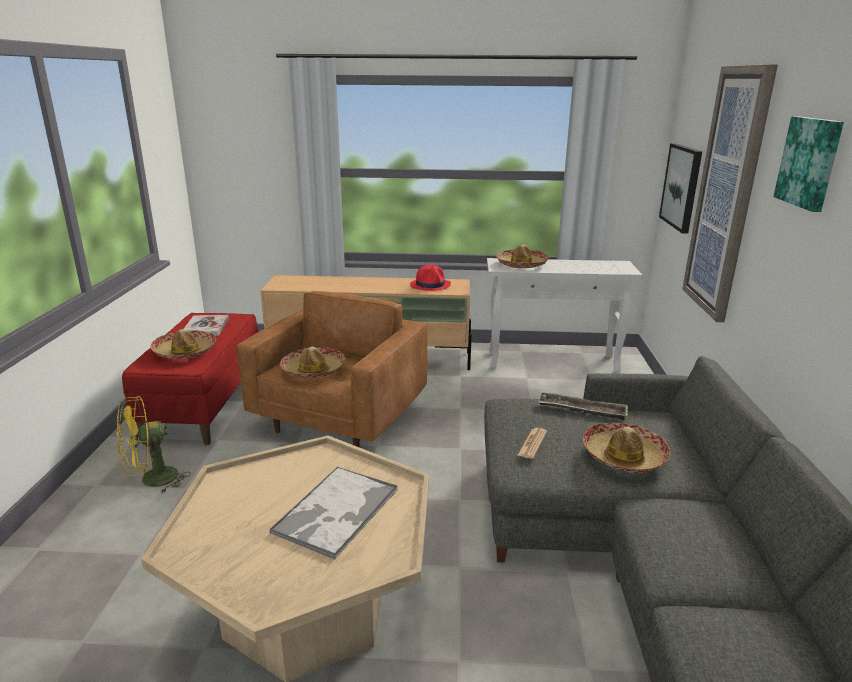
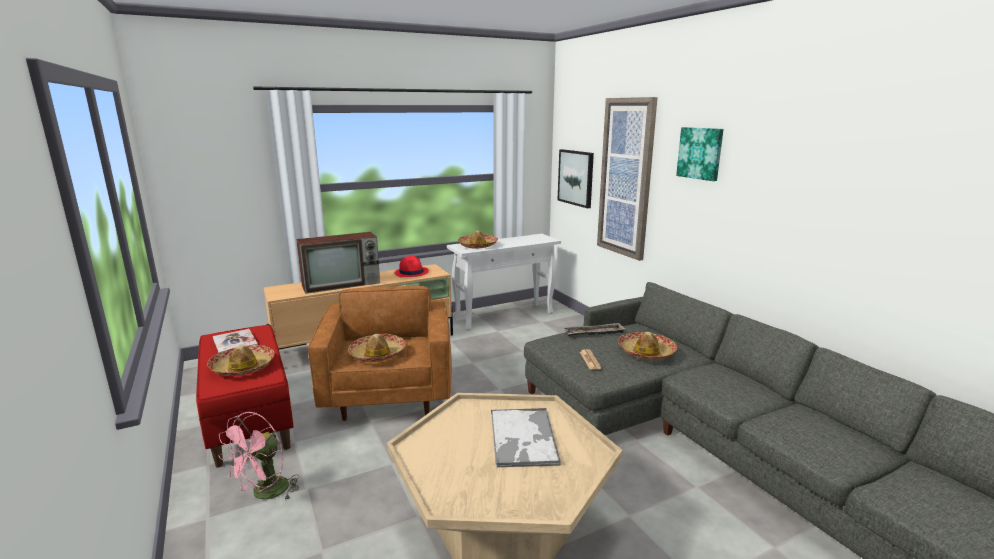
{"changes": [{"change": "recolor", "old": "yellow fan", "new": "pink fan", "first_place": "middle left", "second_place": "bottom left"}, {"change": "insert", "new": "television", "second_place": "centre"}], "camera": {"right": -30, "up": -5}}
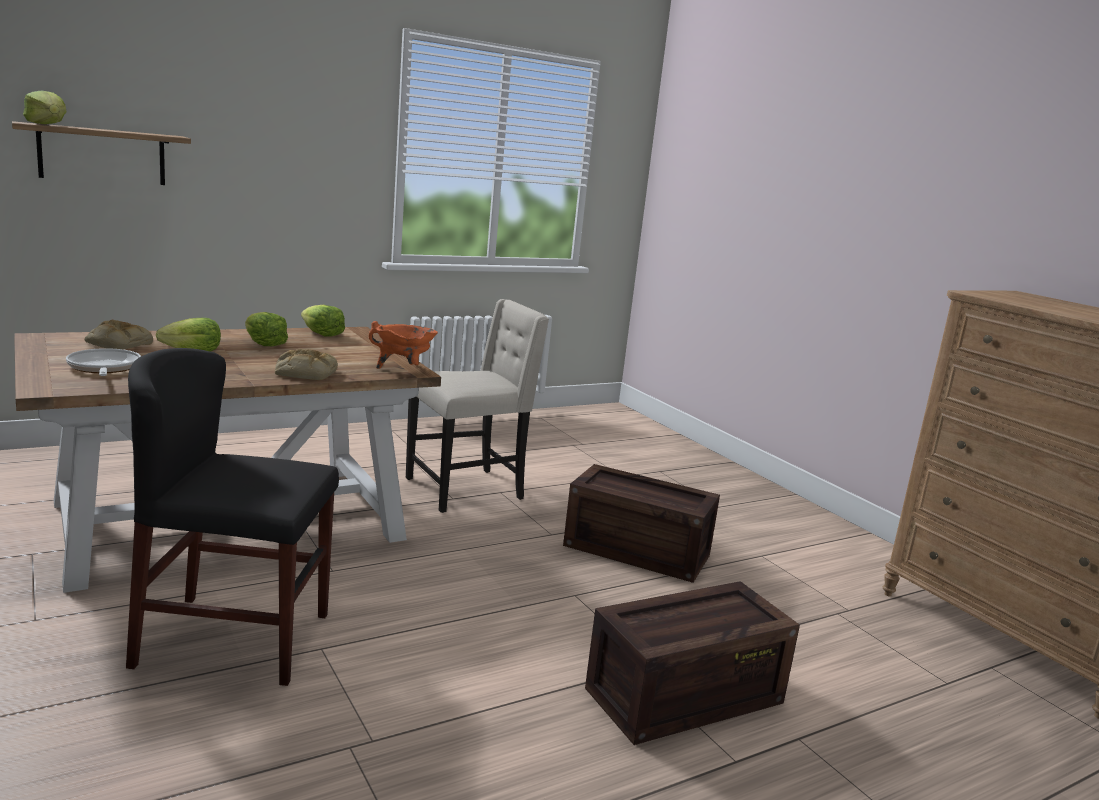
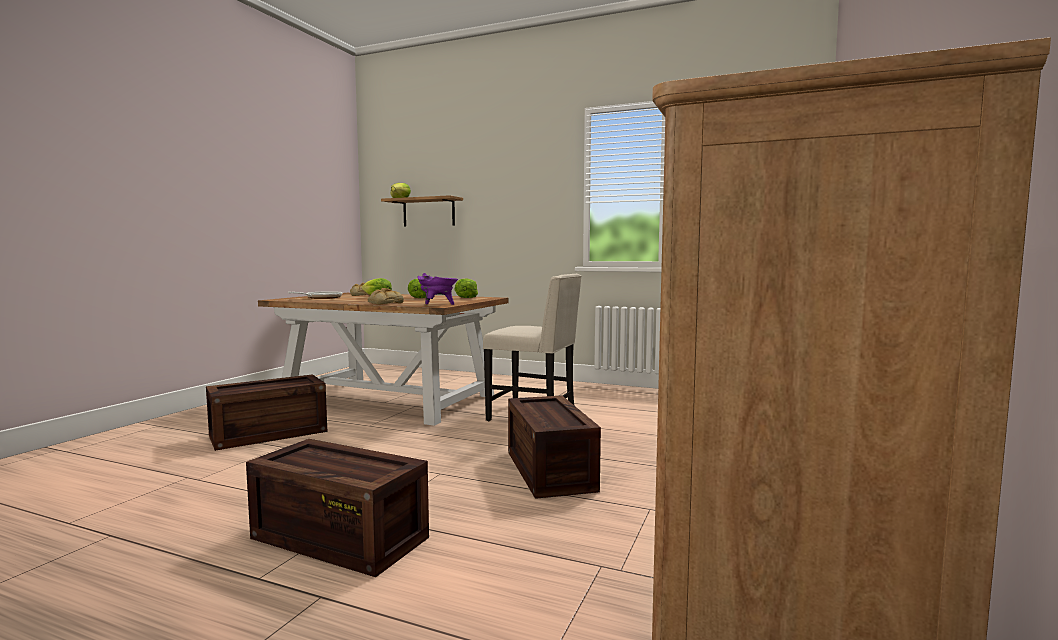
{"changes": [{"change": "replace", "old": "black chair", "new": "crate (1st from left)", "first_place": "middle left", "second_place": "middle left"}, {"change": "recolor", "old": "orange cooking pot", "new": "purple cooking pot", "first_place": "centre", "second_place": "centre"}], "camera": {"right": 55, "up": -10}}
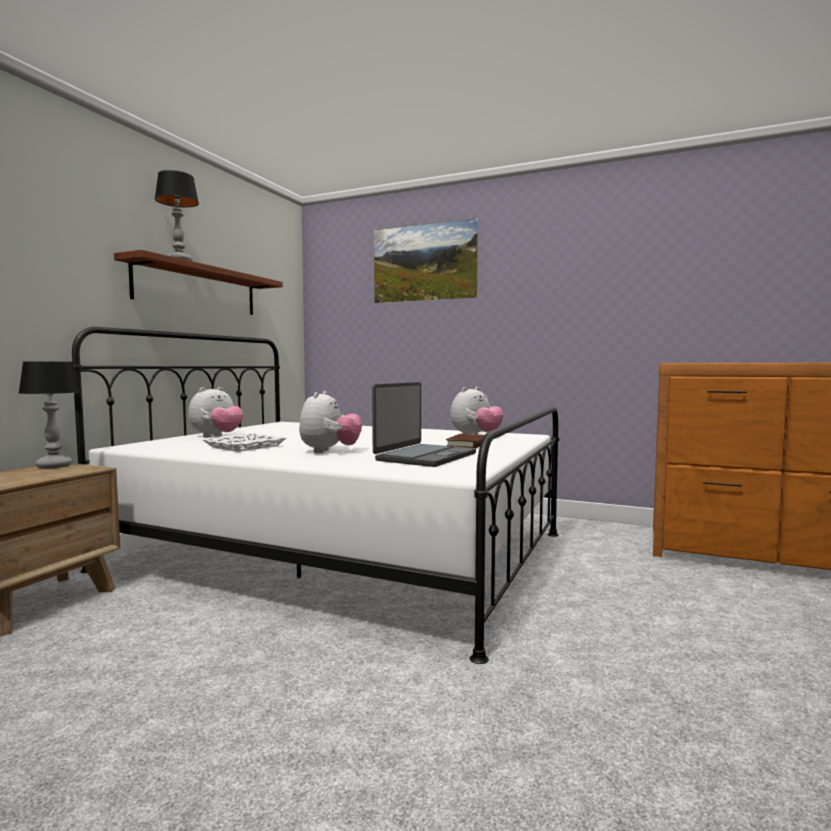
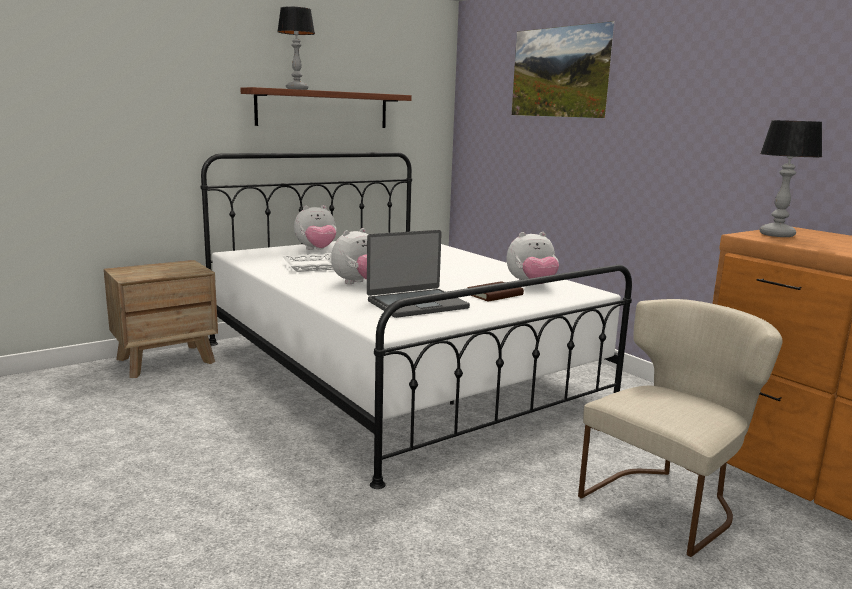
{"changes": [{"change": "insert", "new": "beige chair", "second_place": "bottom right"}, {"change": "move", "old": "table lamp (1st from left in the first image)", "new": "table lamp (2nd from left)", "first_place": "middle left", "second_place": "top right"}], "camera": {"right": 30, "up": 10}}
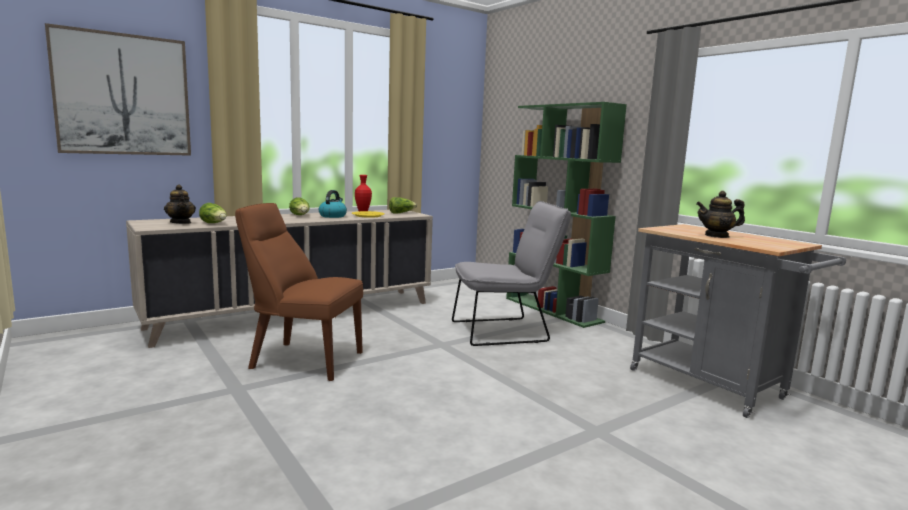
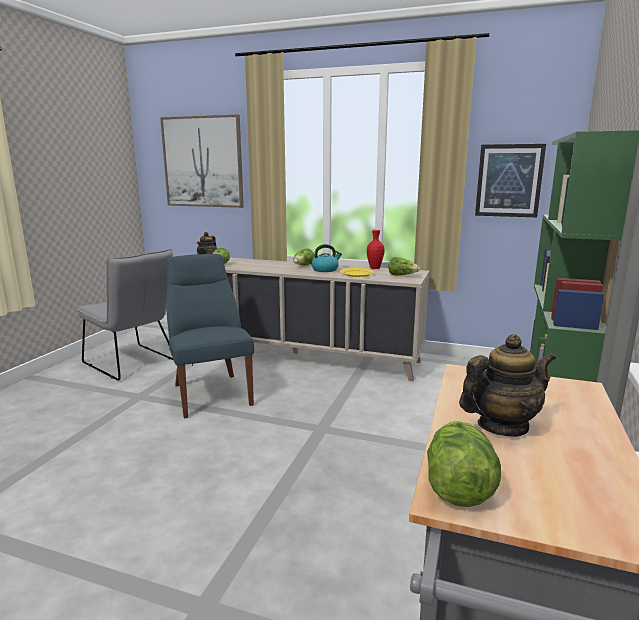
{"changes": [{"change": "move", "old": "grey chair", "first_place": "centre", "second_place": "middle left"}, {"change": "recolor", "old": "brown chair", "new": "blue chair", "first_place": "middle left", "second_place": "middle left"}, {"change": "insert", "new": "lettuce (4th from left)", "second_place": "bottom right"}, {"change": "rotate", "old": "teapot (2nd from left)", "first_place": "middle right", "second_place": "middle right", "degrees": 105}, {"change": "insert", "new": "picture (2nd from left)", "second_place": "top right"}], "camera": {"right": 55, "up": 5}}
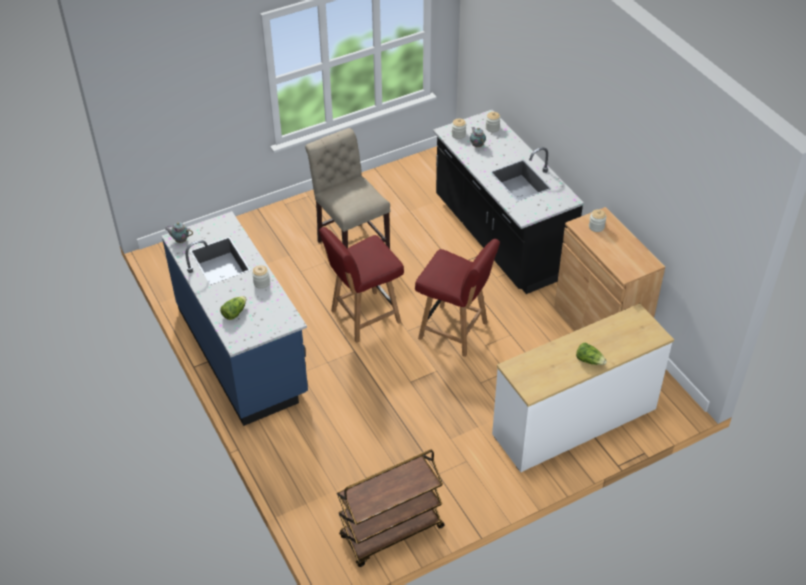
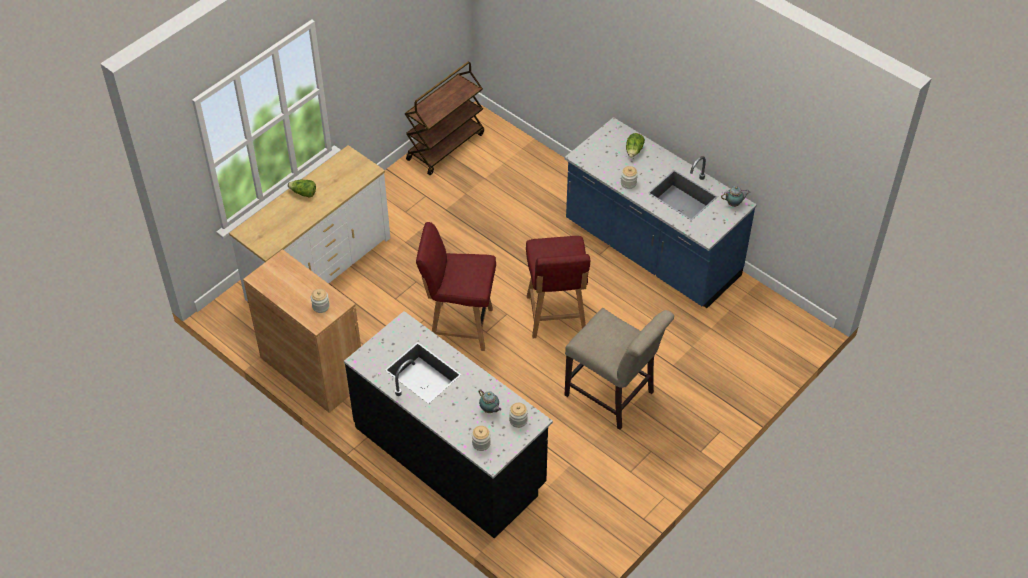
{"changes": [{"change": "rotate", "old": "red chair (1st from left in the first image)", "first_place": "centre", "second_place": "centre", "degrees": 135}], "camera": {"right": 160, "up": 5}}
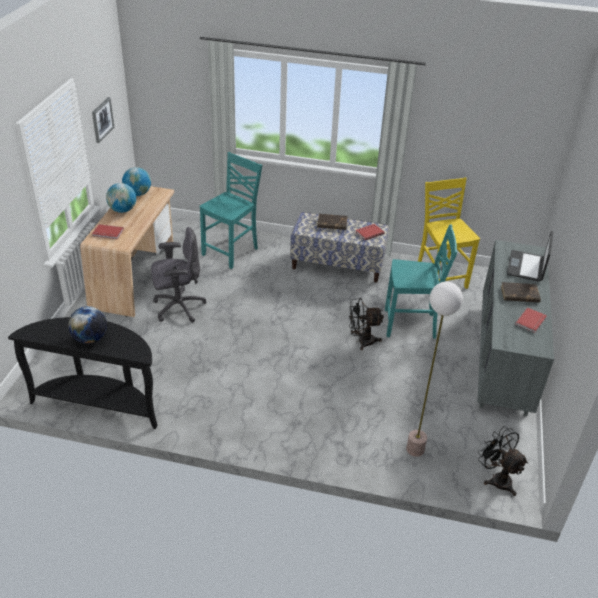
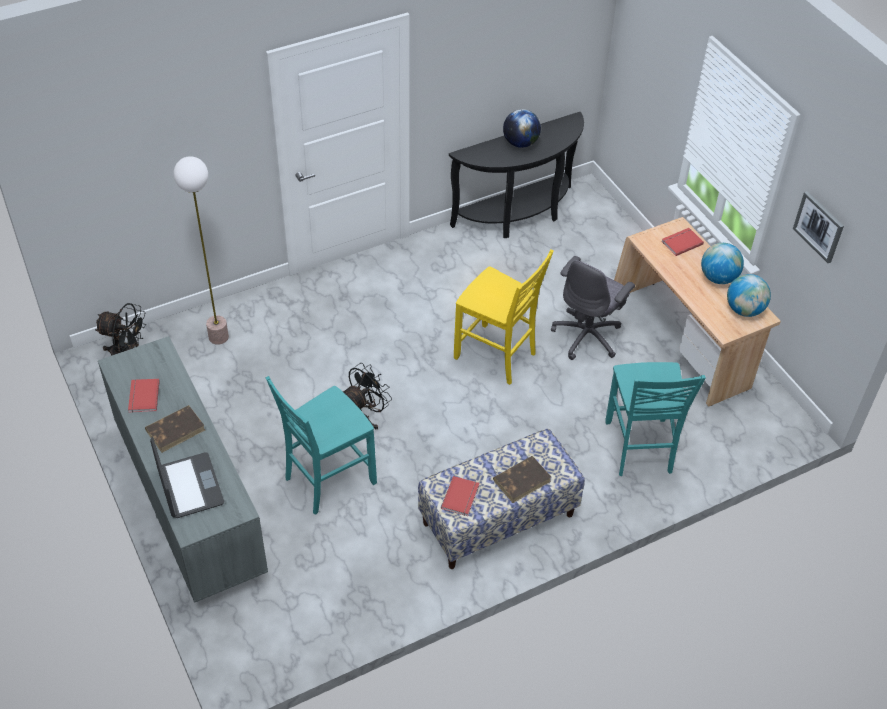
{"changes": [{"change": "move", "old": "yellow chair", "first_place": "middle right", "second_place": "centre"}], "camera": {"right": 140, "up": 10}}
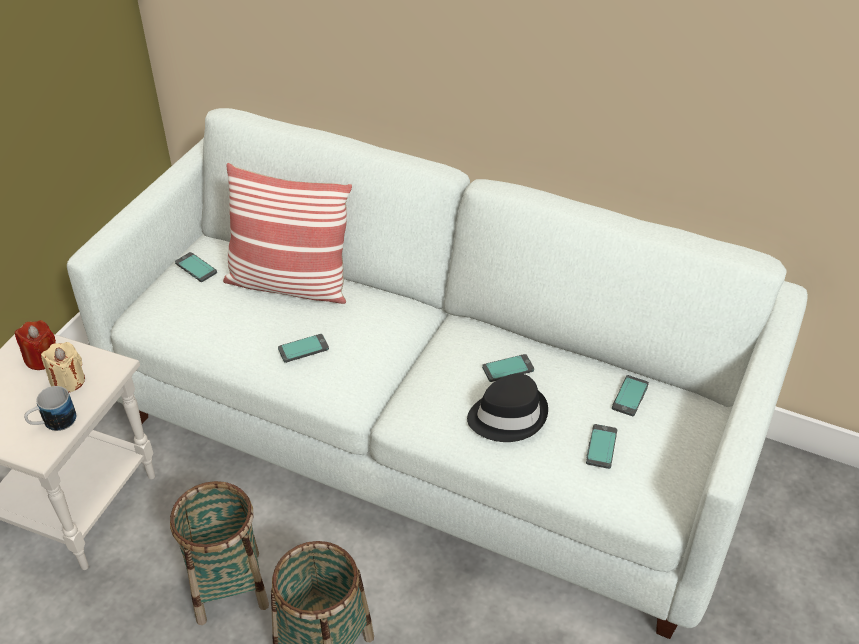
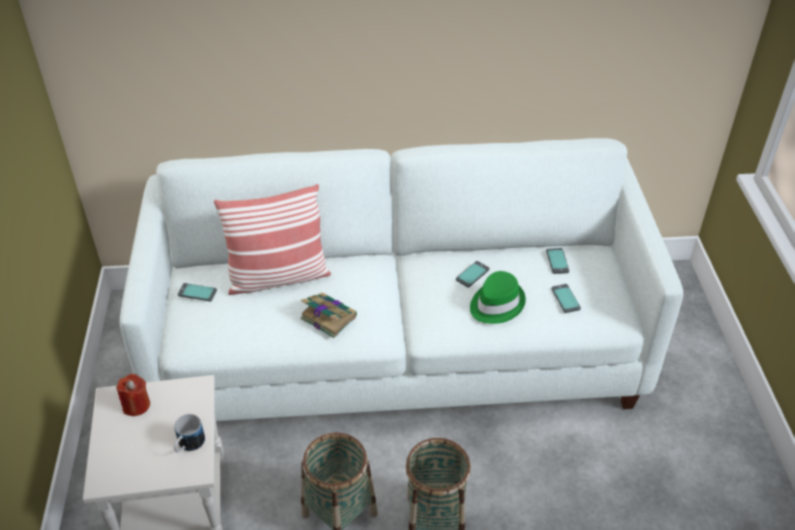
{"changes": [{"change": "replace", "old": "phone (2nd from left)", "new": "book", "first_place": "centre", "second_place": "centre"}, {"change": "recolor", "old": "black hat", "new": "green hat", "first_place": "centre", "second_place": "centre"}, {"change": "delete", "old": "beige candle", "first_place": "middle left"}], "camera": {"right": -30, "up": 0}}
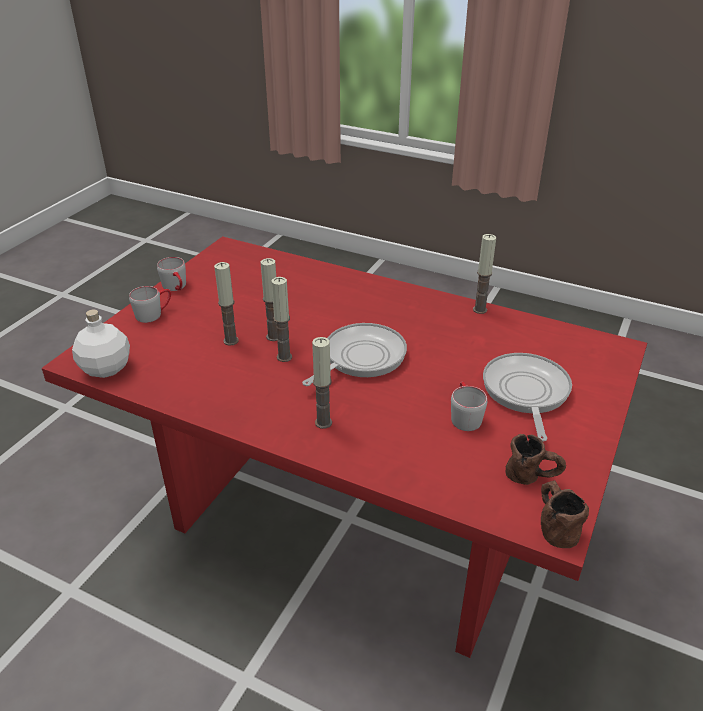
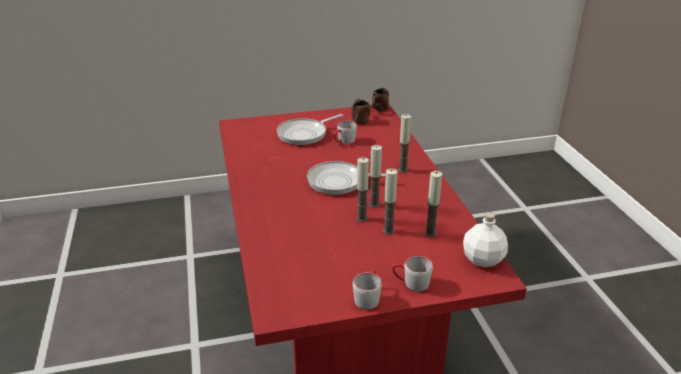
{"changes": [{"change": "move", "old": "candle (5th from left)", "first_place": "middle right", "second_place": "centre"}], "camera": {"right": -130, "up": -5}}
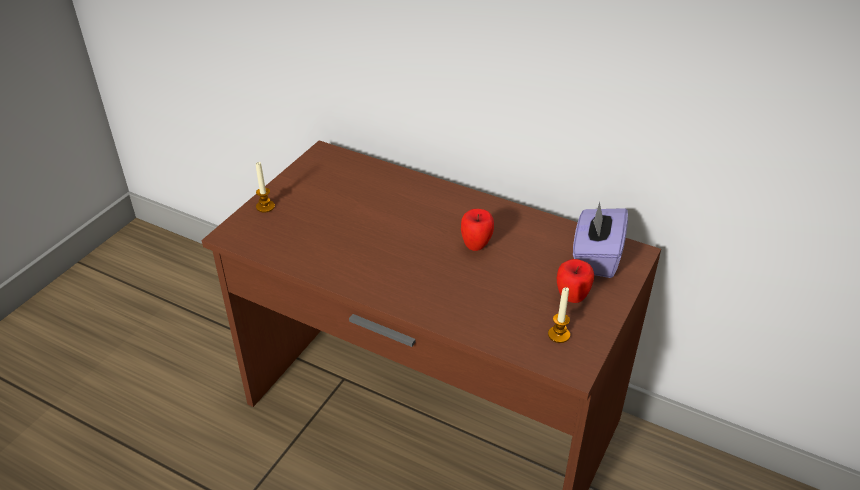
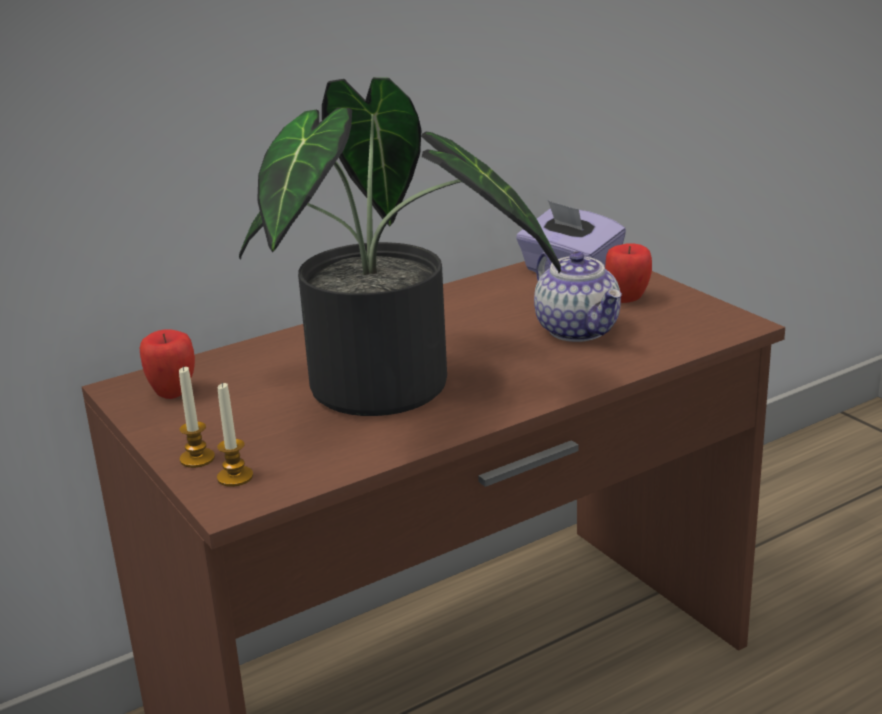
{"changes": [{"change": "move", "old": "apple (1st from left)", "first_place": "centre", "second_place": "middle left"}, {"change": "move", "old": "candle (2nd from left)", "first_place": "centre", "second_place": "middle left"}, {"change": "insert", "new": "potted plant", "second_place": "centre"}, {"change": "insert", "new": "teapot", "second_place": "centre"}], "camera": {"right": -60, "up": -15}}
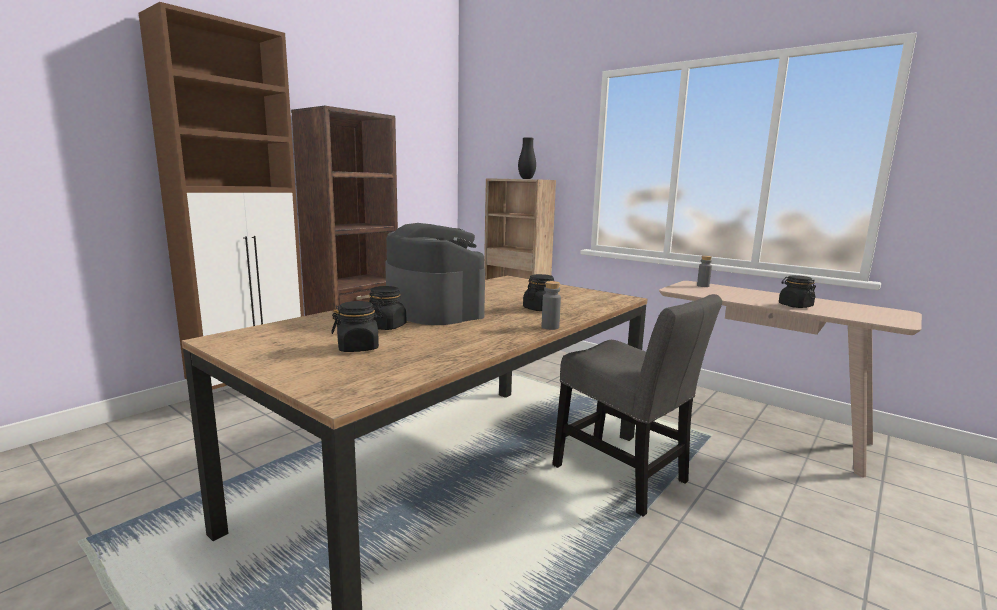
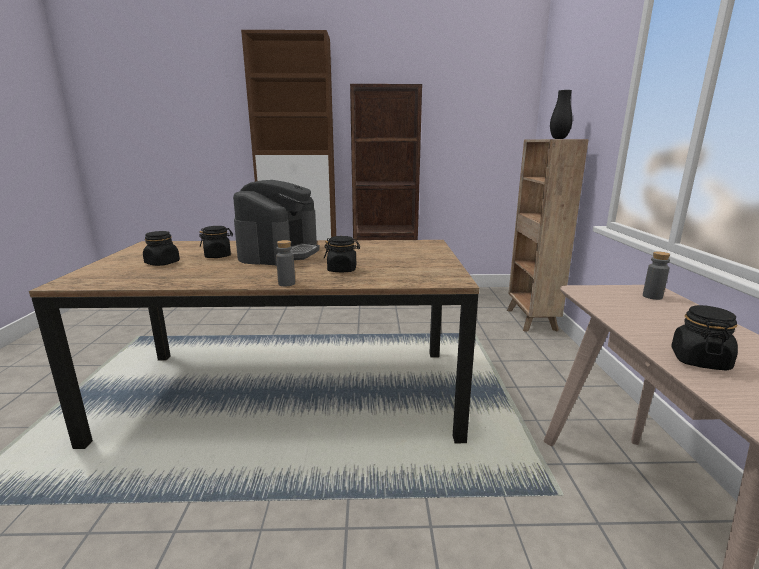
{"changes": [{"change": "delete", "old": "grey chair", "first_place": "centre"}], "camera": {"right": 50, "up": 5}}
